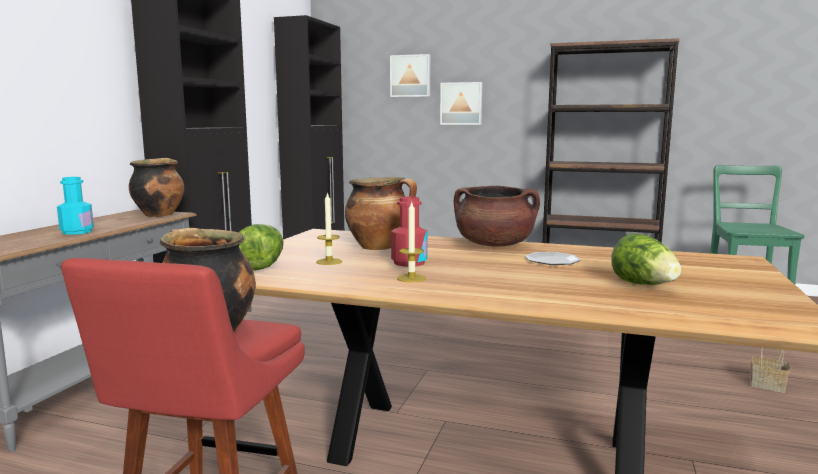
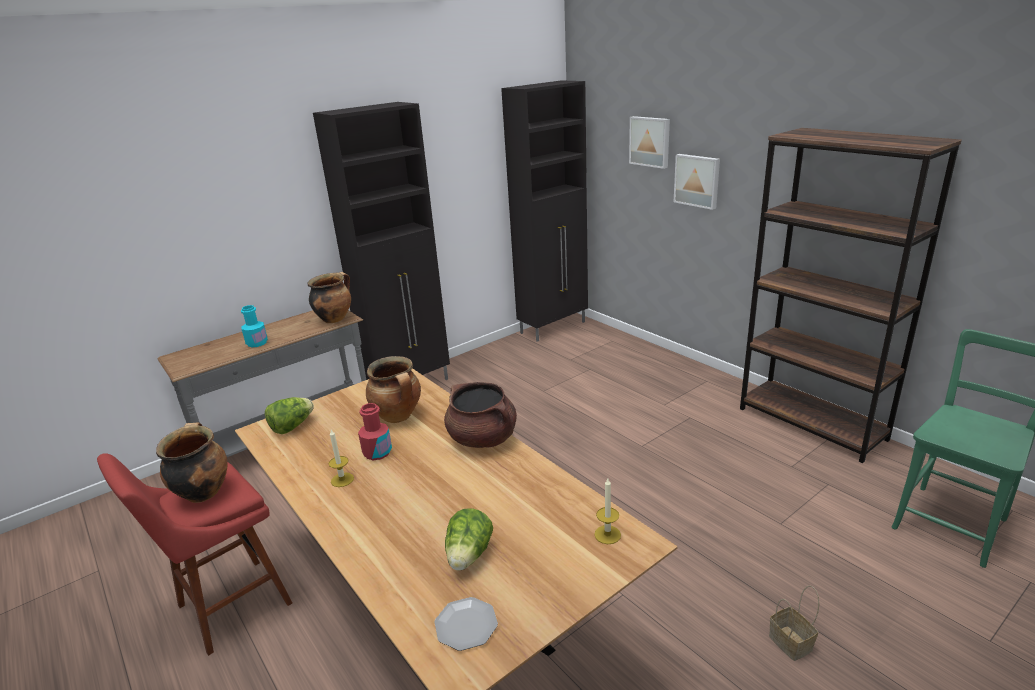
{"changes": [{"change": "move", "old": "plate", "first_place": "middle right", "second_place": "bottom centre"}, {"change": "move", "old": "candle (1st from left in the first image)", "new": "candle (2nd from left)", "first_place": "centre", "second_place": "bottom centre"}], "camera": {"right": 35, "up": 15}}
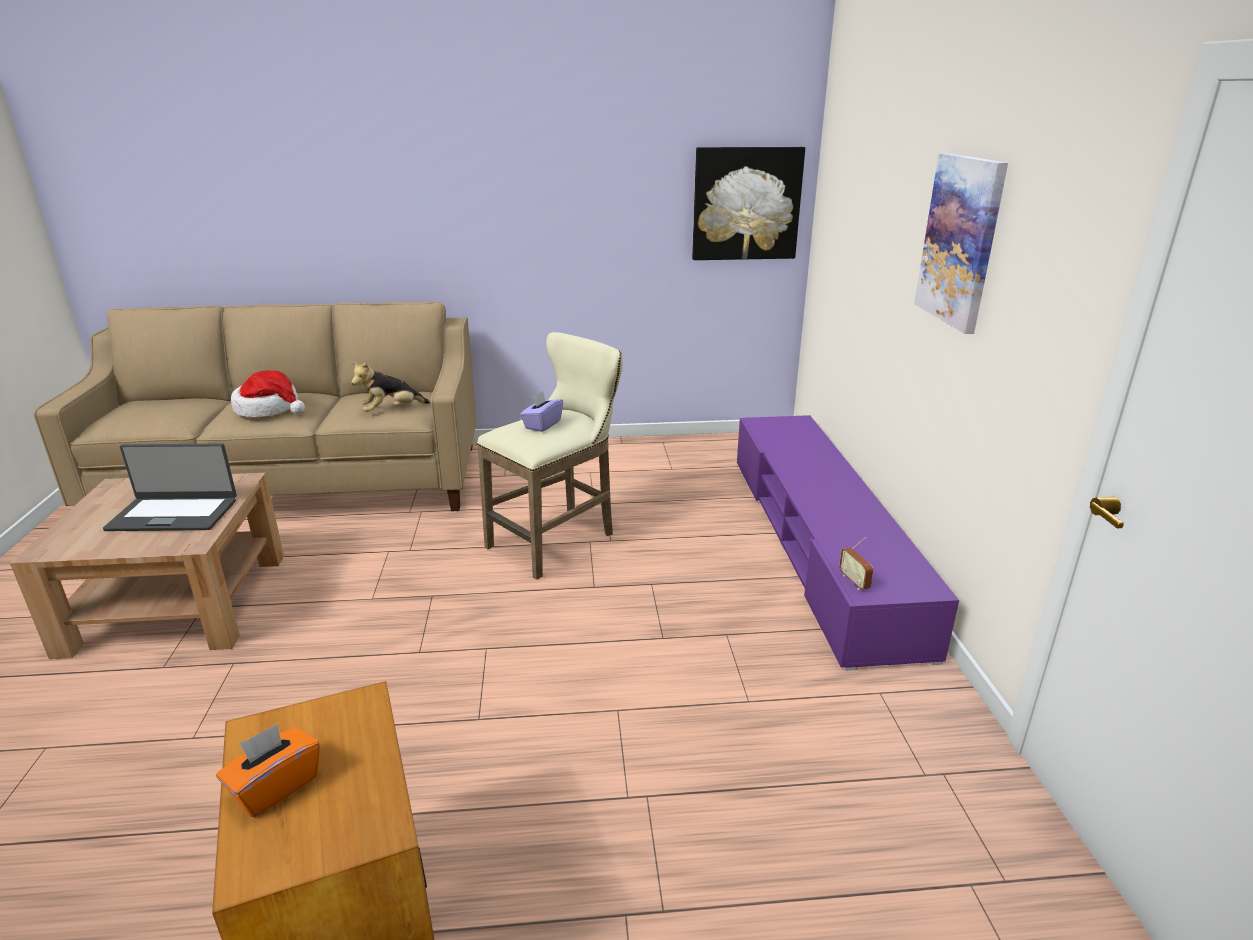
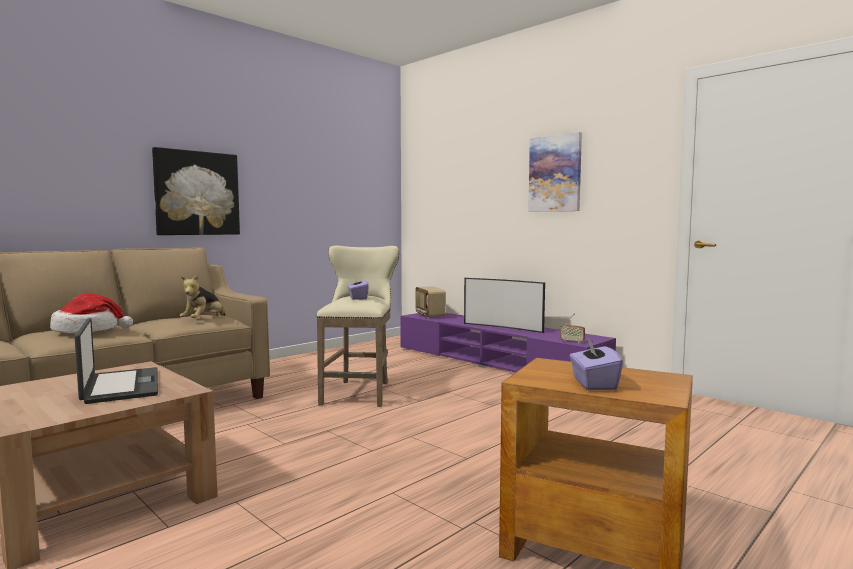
{"changes": [{"change": "rotate", "old": "laptop", "first_place": "middle left", "second_place": "middle left", "degrees": -75}, {"change": "move", "old": "picture (1st from left)", "first_place": "top centre", "second_place": "middle left"}, {"change": "insert", "new": "radio (1st from left)", "second_place": "centre"}, {"change": "insert", "new": "television", "second_place": "centre"}, {"change": "recolor", "old": "orange tissue box", "new": "purple tissue box (2nd from left)", "first_place": "bottom left", "second_place": "middle right"}], "camera": {"right": -40, "up": -20}}
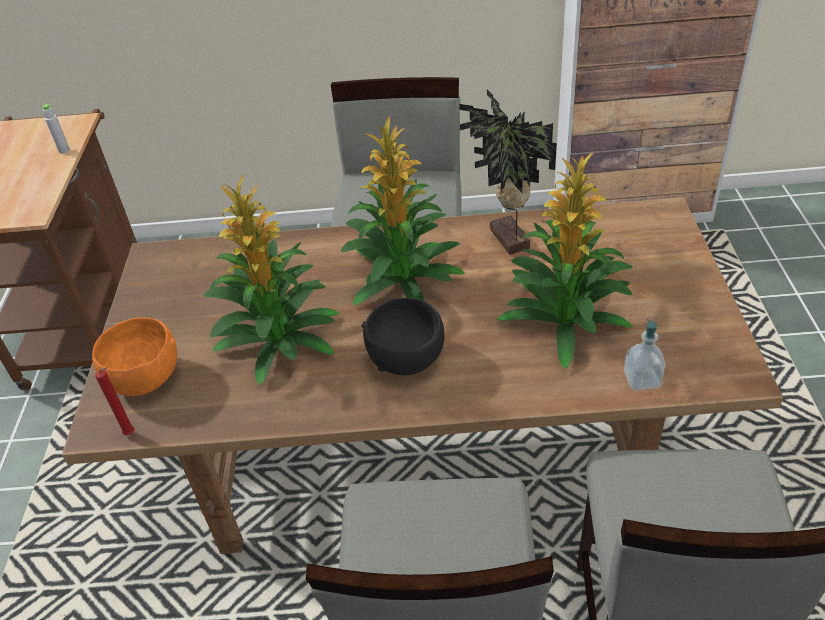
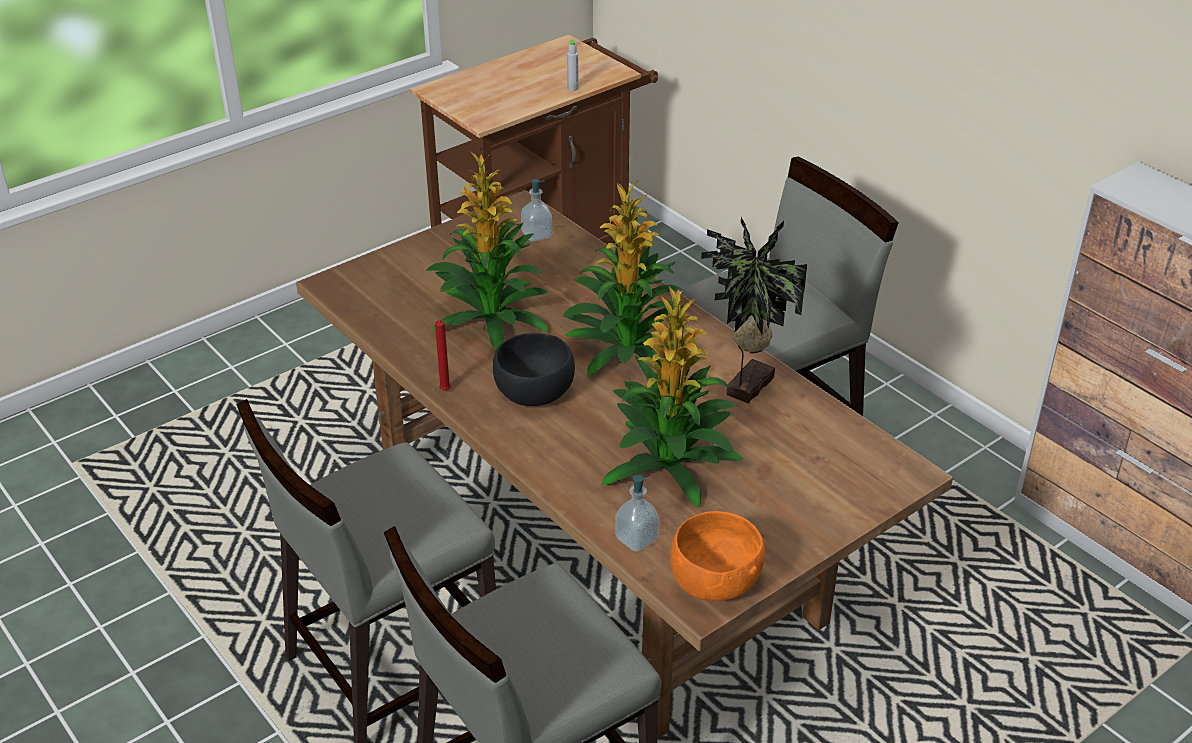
{"changes": [{"change": "move", "old": "red candle", "first_place": "middle left", "second_place": "centre"}, {"change": "insert", "new": "soap dispenser (1st from left)", "second_place": "top centre"}, {"change": "move", "old": "orange bowl", "first_place": "middle left", "second_place": "bottom centre"}], "camera": {"right": 50, "up": -5}}
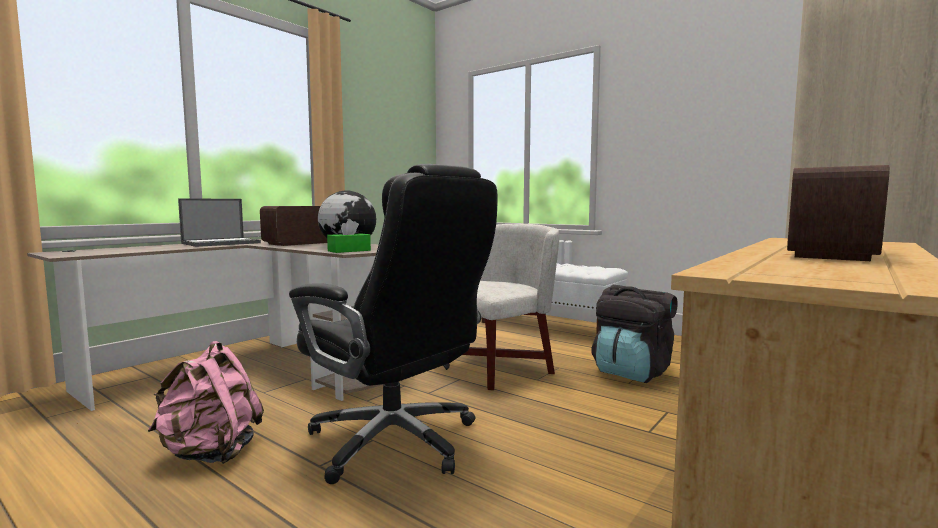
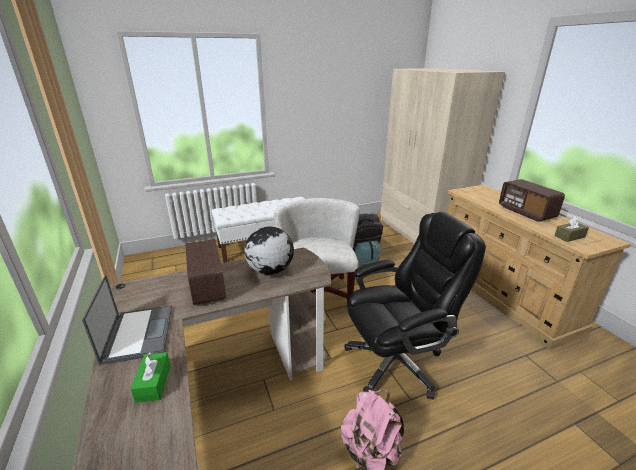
{"changes": [{"change": "move", "old": "green tissue box", "first_place": "centre", "second_place": "bottom left"}, {"change": "insert", "new": "brown tissue box", "second_place": "middle right"}], "camera": {"right": -60, "up": 20}}
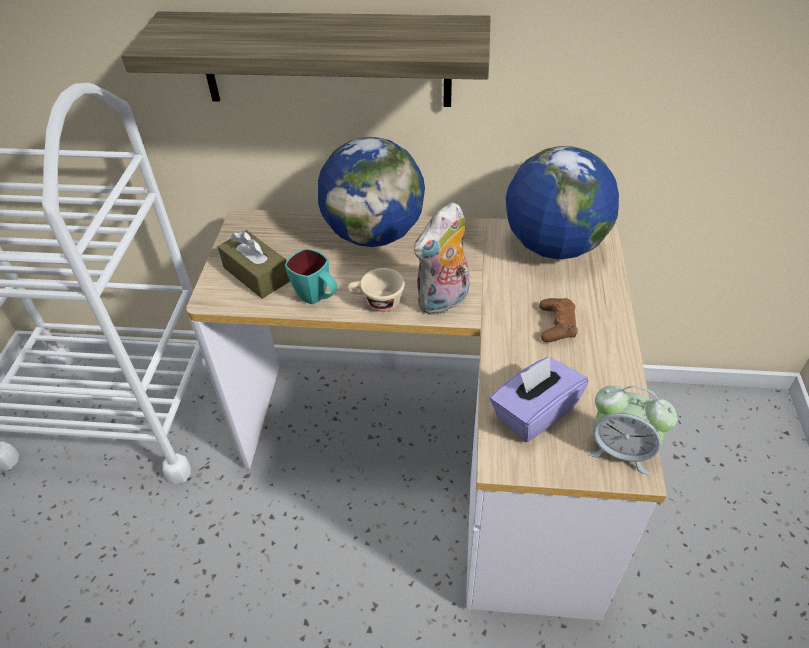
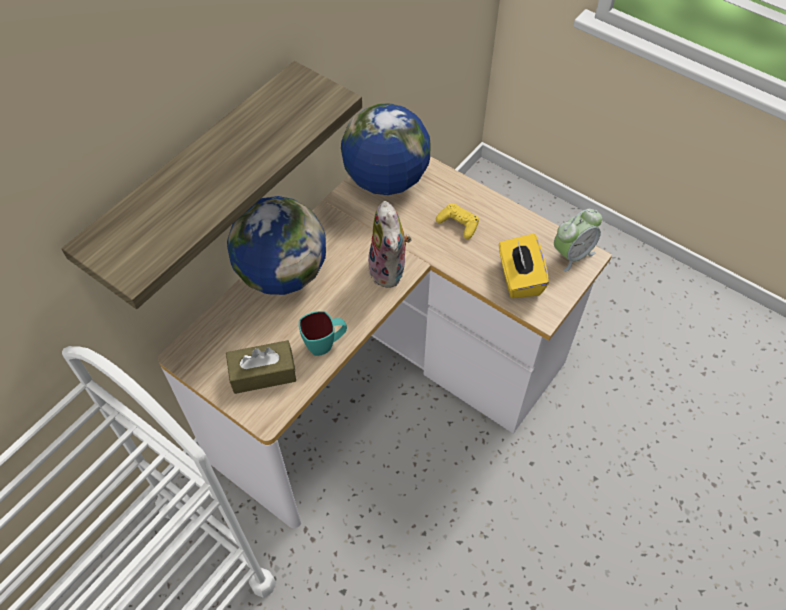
{"changes": [{"change": "recolor", "old": "brown game controller", "new": "yellow game controller", "first_place": "middle right", "second_place": "centre"}, {"change": "recolor", "old": "purple tissue box", "new": "yellow tissue box", "first_place": "centre", "second_place": "middle right"}, {"change": "delete", "old": "beige cup", "first_place": "centre"}], "camera": {"right": -60, "up": 10}}
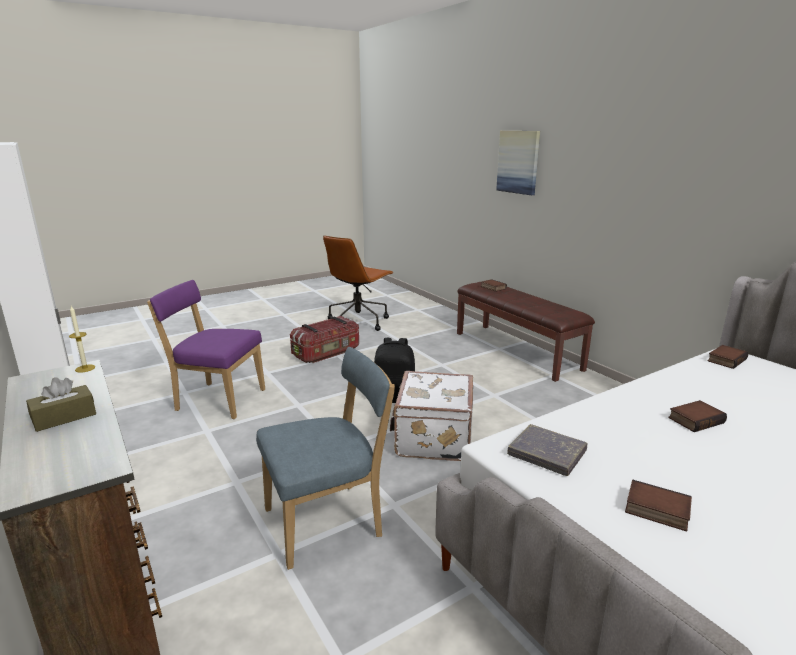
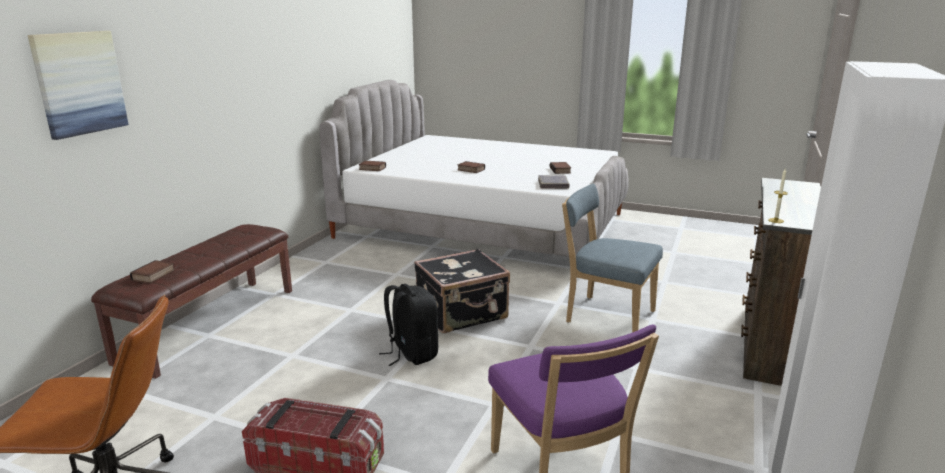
{"changes": [{"change": "recolor", "old": "white suitcase", "new": "black suitcase", "first_place": "centre", "second_place": "centre"}, {"change": "delete", "old": "brown tissue box", "first_place": "middle left"}], "camera": {"right": -125, "up": 0}}
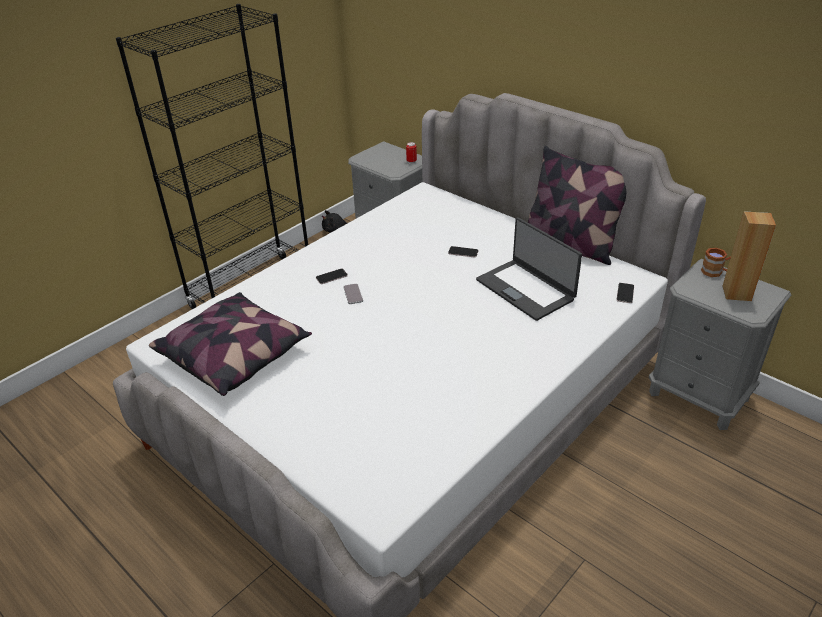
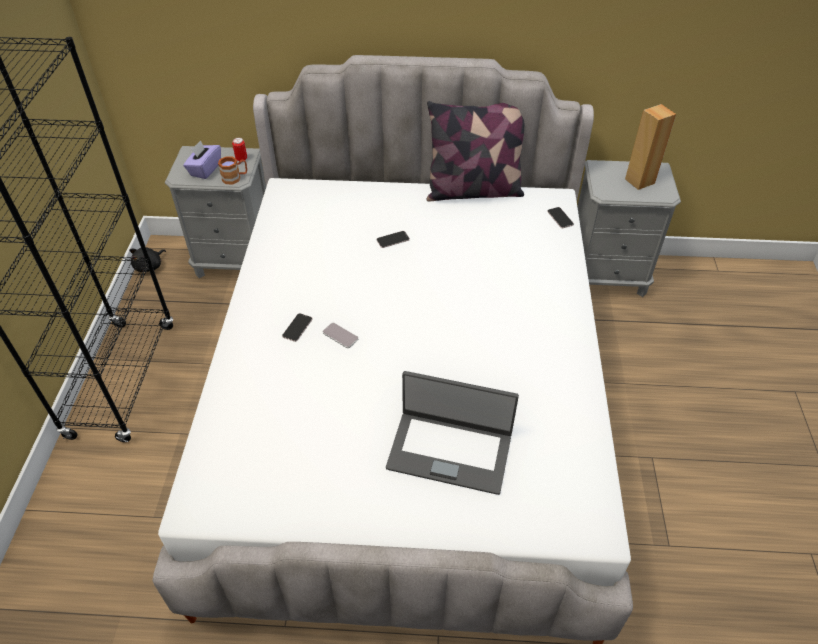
{"changes": [{"change": "insert", "new": "purple tissue box", "second_place": "top left"}, {"change": "move", "old": "brown mug", "first_place": "middle right", "second_place": "top left"}, {"change": "move", "old": "laptop", "first_place": "centre", "second_place": "bottom centre"}, {"change": "delete", "old": "pillow (1st from left)", "first_place": "middle left"}], "camera": {"right": -40, "up": 10}}
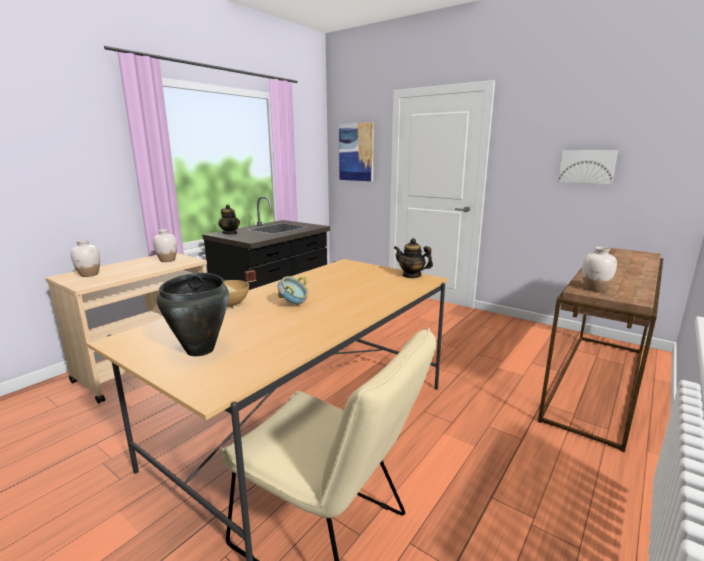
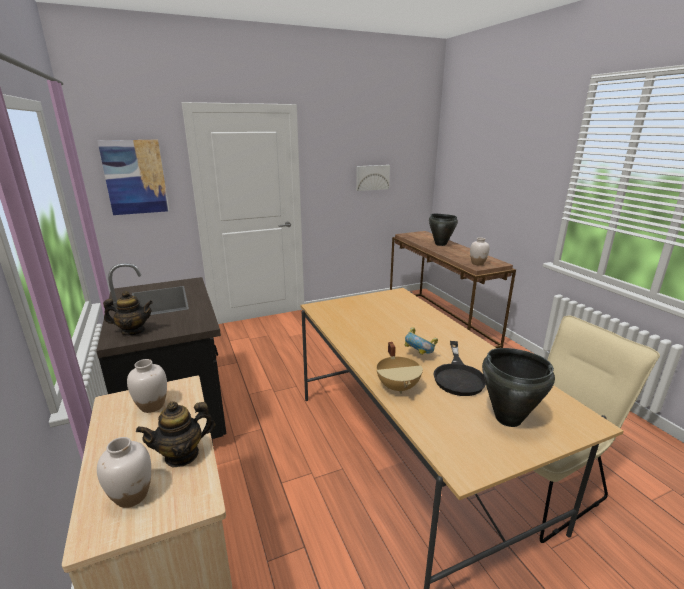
{"changes": [{"change": "move", "old": "teapot (2nd from left)", "first_place": "centre", "second_place": "bottom left"}, {"change": "insert", "new": "black cooking pot (1st from left)", "second_place": "centre"}, {"change": "insert", "new": "black frying pan", "second_place": "middle right"}], "camera": {"right": -60, "up": 5}}
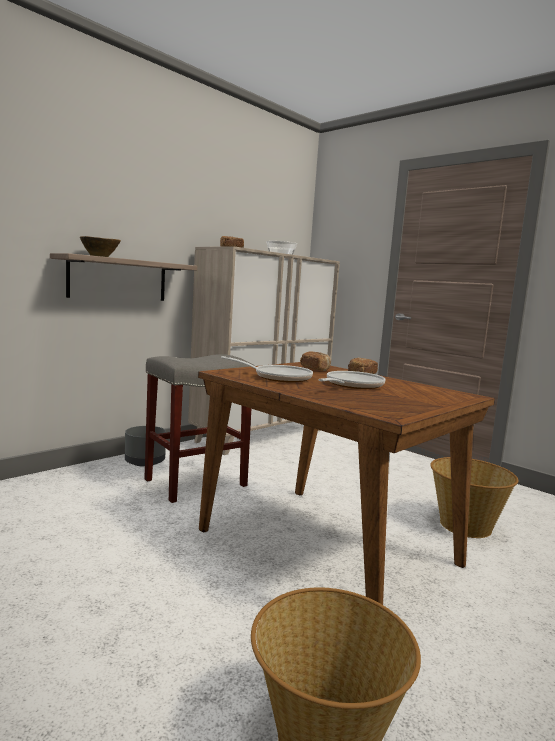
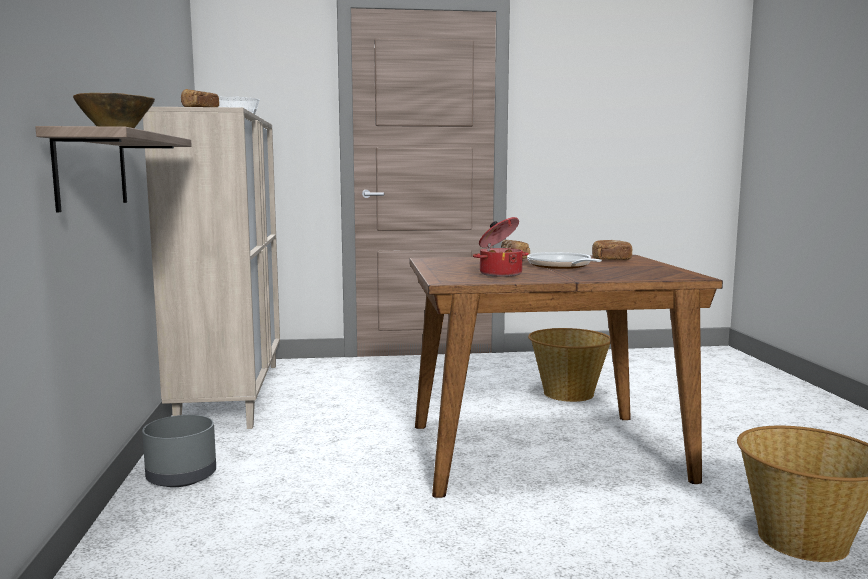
{"changes": [{"change": "replace", "old": "frying pan (1st from left)", "new": "cooking pot", "first_place": "centre", "second_place": "centre"}, {"change": "move", "old": "bread (2nd from left in the first image)", "new": "bread (3rd from left)", "first_place": "centre", "second_place": "middle right"}, {"change": "delete", "old": "grey stool", "first_place": "centre"}], "camera": {"right": -50, "up": 0}}
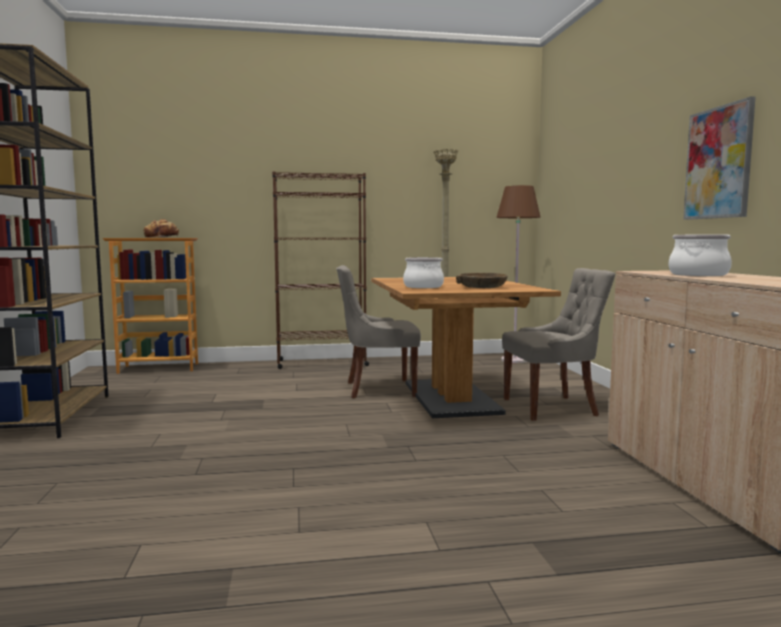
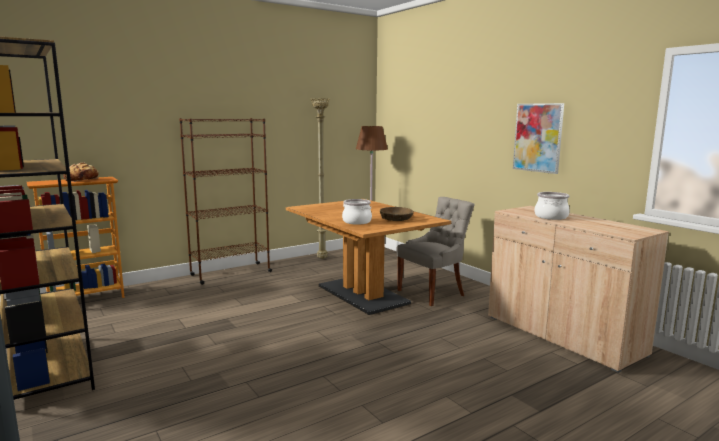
{"changes": [{"change": "delete", "old": "grey chair (1st from left)", "first_place": "centre"}], "camera": {"right": -25, "up": 5}}
